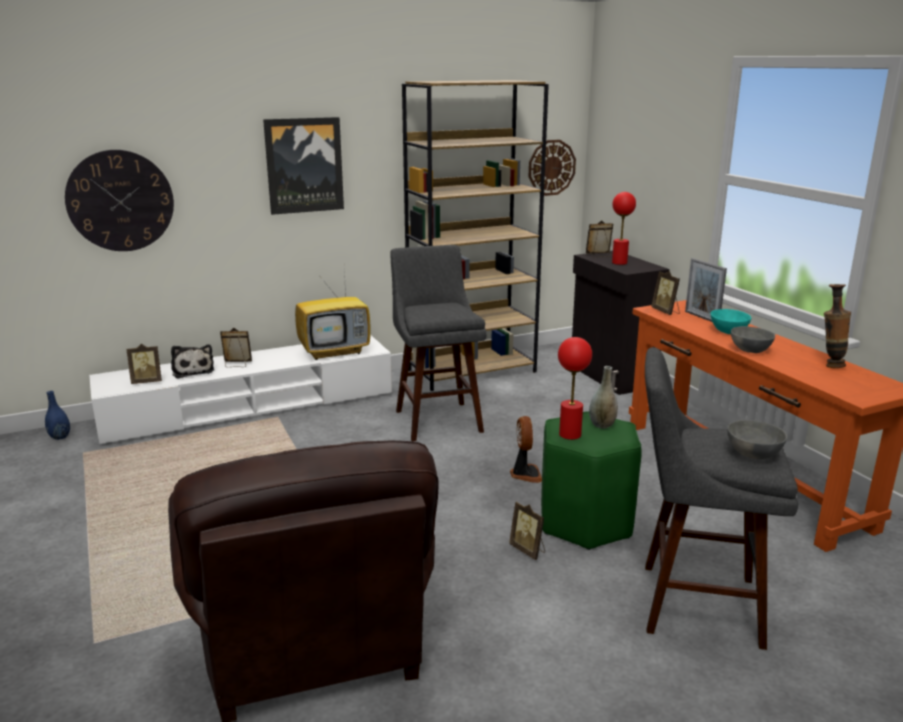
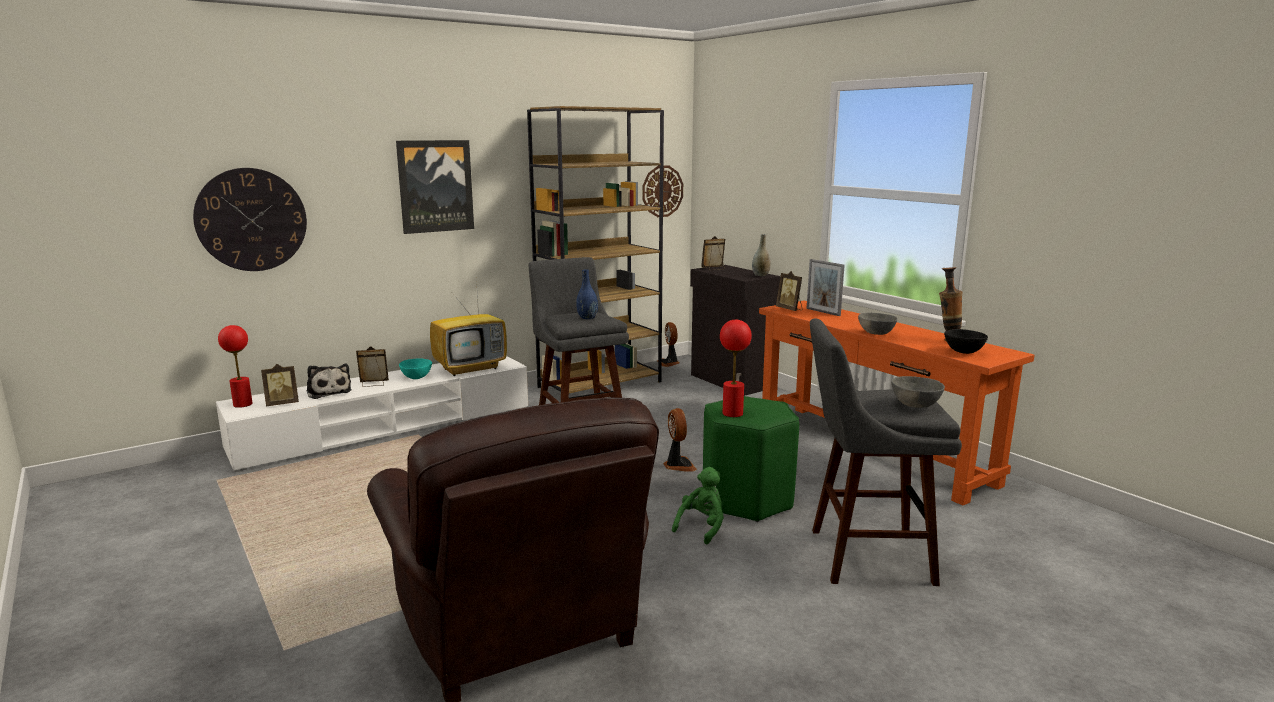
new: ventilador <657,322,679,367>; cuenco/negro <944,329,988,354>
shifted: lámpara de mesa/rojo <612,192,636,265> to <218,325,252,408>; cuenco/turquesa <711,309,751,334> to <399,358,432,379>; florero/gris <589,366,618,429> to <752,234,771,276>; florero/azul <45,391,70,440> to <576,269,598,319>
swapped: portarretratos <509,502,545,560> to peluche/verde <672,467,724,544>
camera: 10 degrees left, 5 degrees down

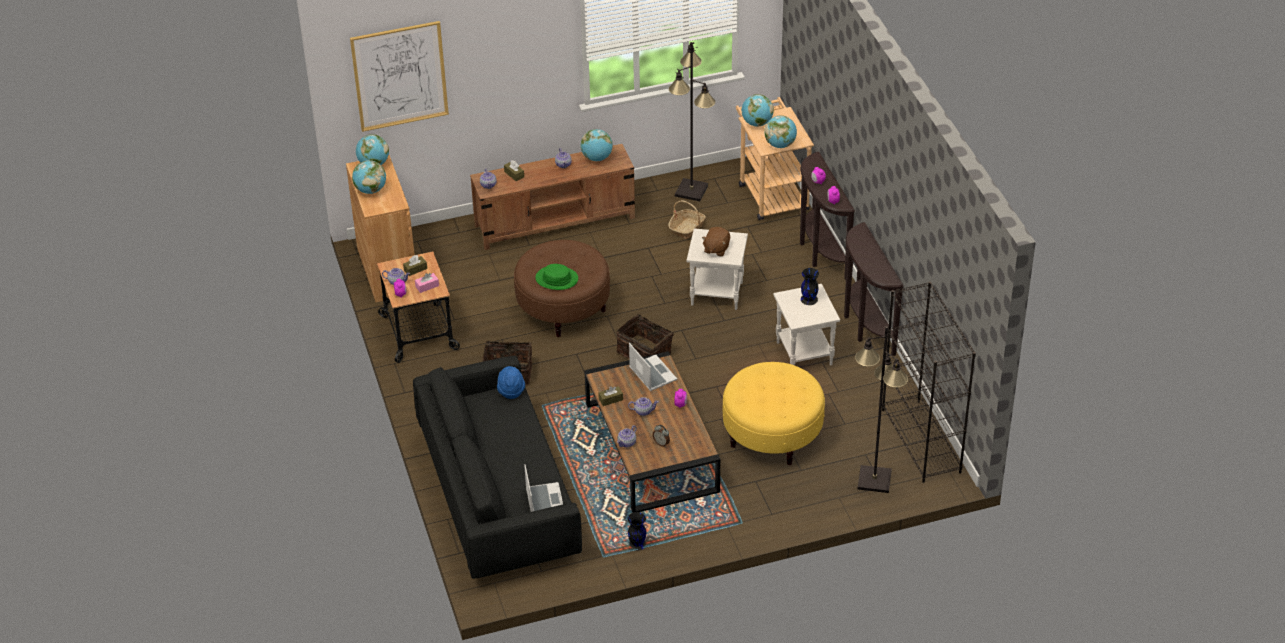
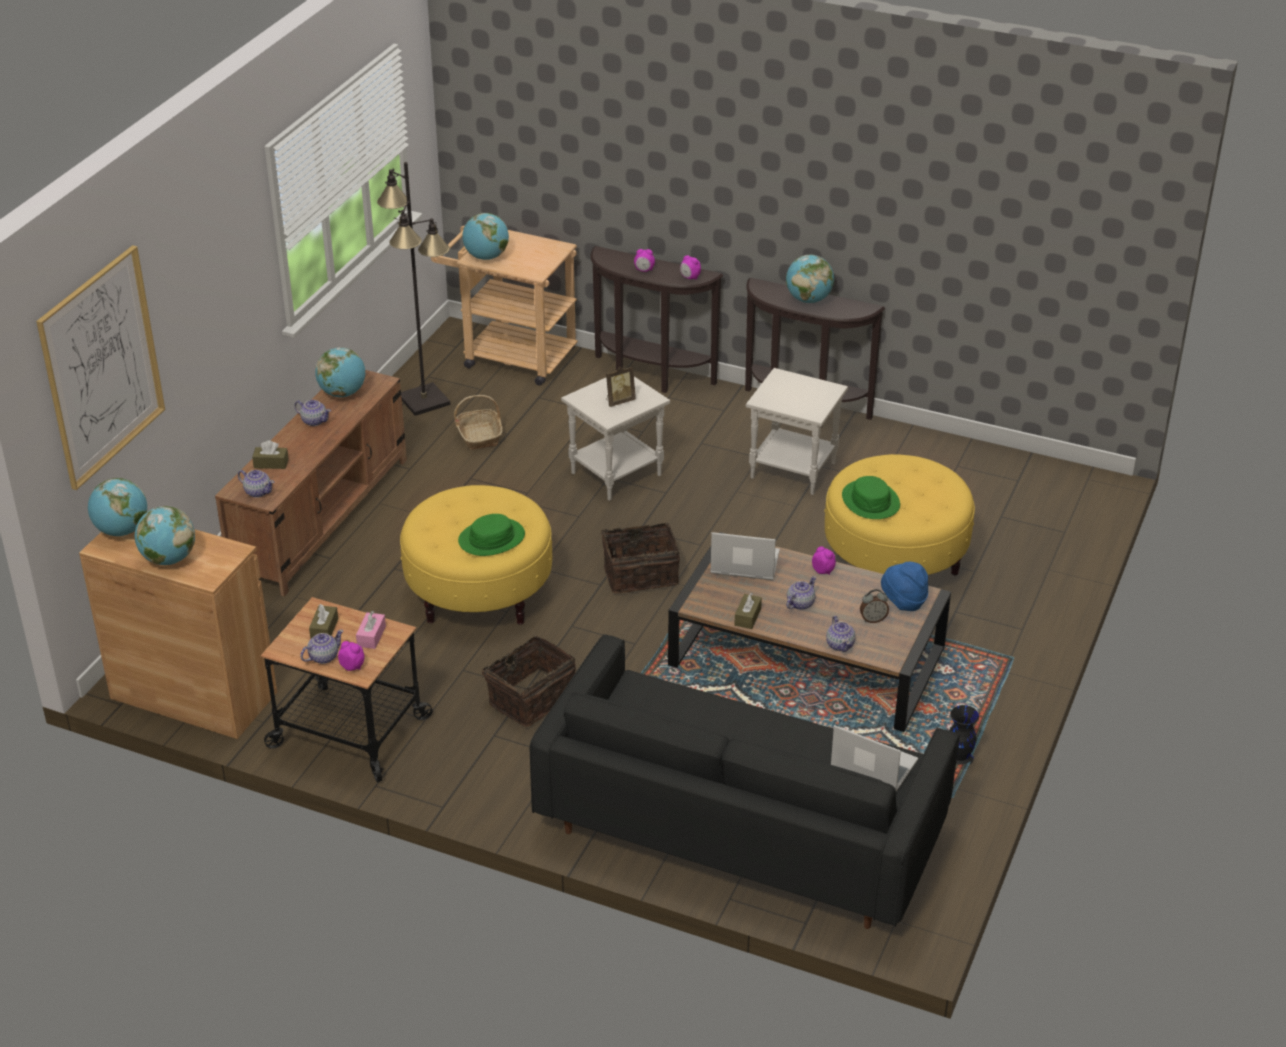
gone: florero/negro <801,268,819,305>; estantería/negro <882,282,976,483>; lámpara de pie/negro <855,326,908,493>
new: sombrero/verde <842,476,900,519>
shifted: globo terráqueo <764,116,797,148> to <786,255,834,303>; sombrero/azul <497,366,525,399> to <881,562,928,611>
swapped: peluche/marrón <702,227,730,257> to portarretratos <606,366,636,407>
repainted: puf/marrón <514,240,610,337> to puf/amarillo <400,485,552,625>
camera: 50 degrees left, 5 degrees down

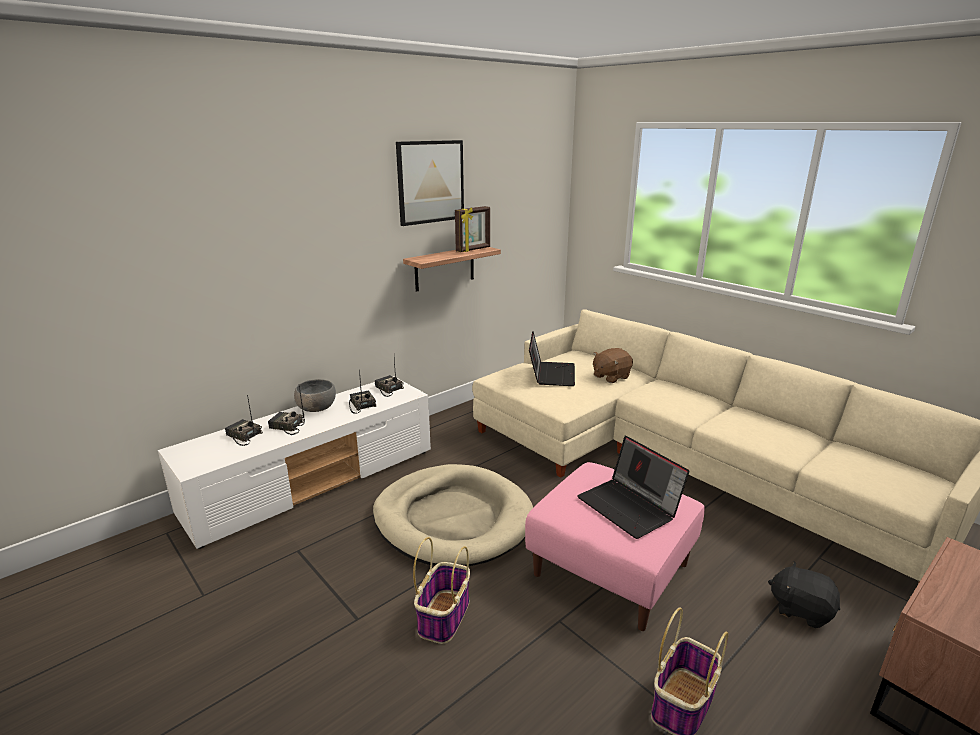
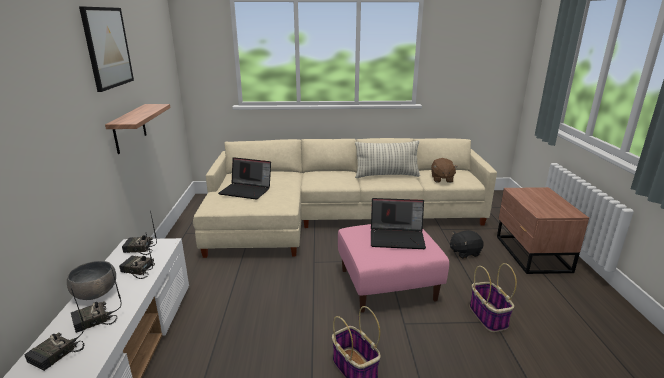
gone: portarretratos <455,206,490,252>; cama para perro/beis <373,464,533,566>
new: cojín <355,141,420,178>
shifted: peluche/marrón <593,348,633,383> to <431,158,458,183>
rotated: portátil <529,331,575,386> = <218,157,271,200> 150 degrees clockwise; radio <225,395,263,446> = <24,288,85,371> 45 degrees counterclockwise
camera: 50 degrees left, 0 degrees up

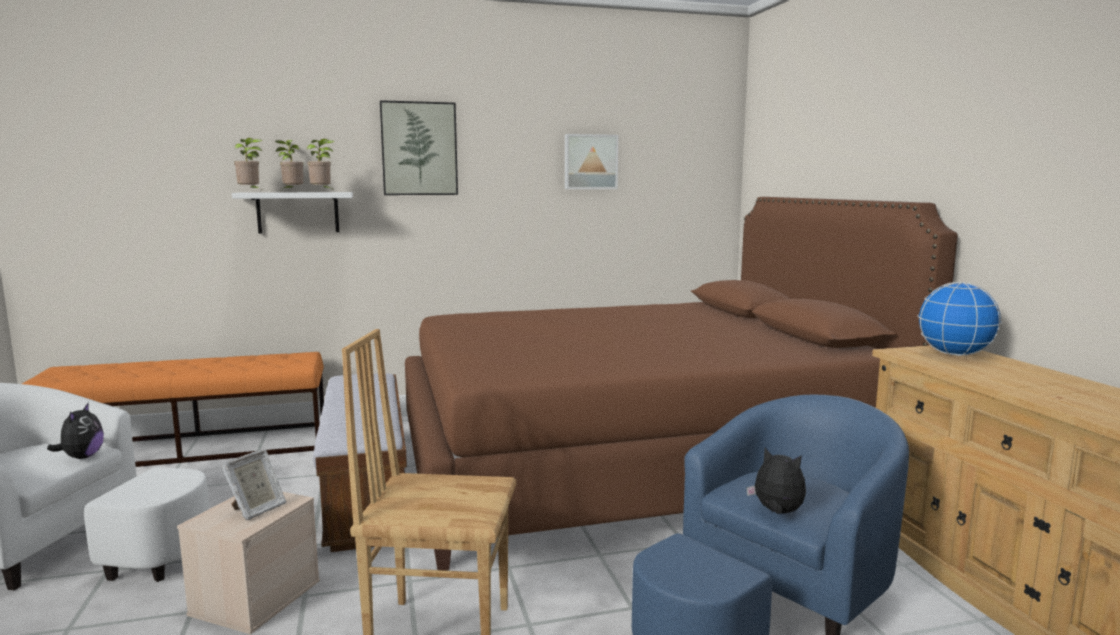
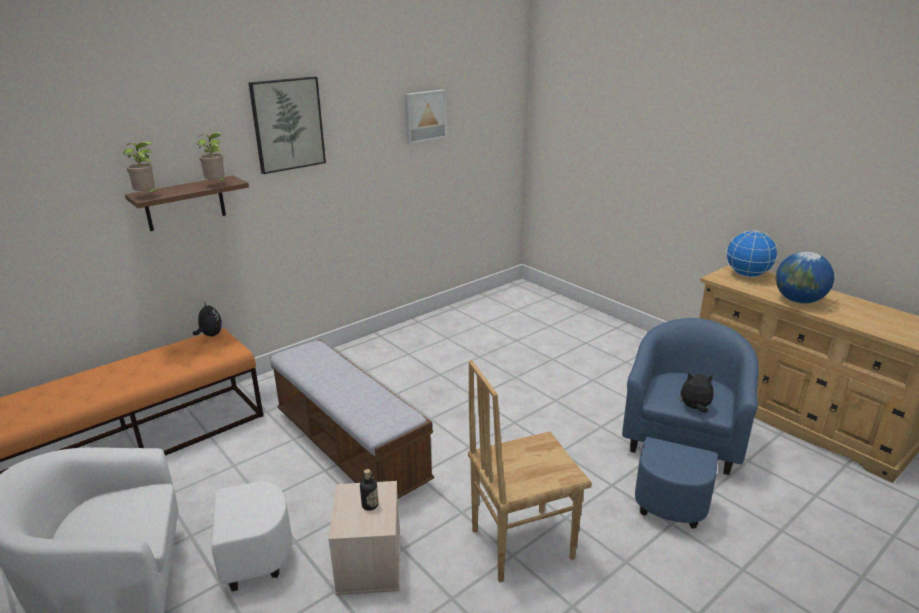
gone: planta en maceta <275,140,304,191>; cama/marrón <405,197,958,571>
new: globo terráqueo <776,252,834,304>
shifted: peluche <47,402,104,459> to <193,301,222,337>
swapped: portarretratos <221,449,286,520> to botella <360,469,378,511>
repainted: estante/blanco <232,192,353,234> to estante/marrón <125,175,249,231>
camera: 25 degrees left, 15 degrees up

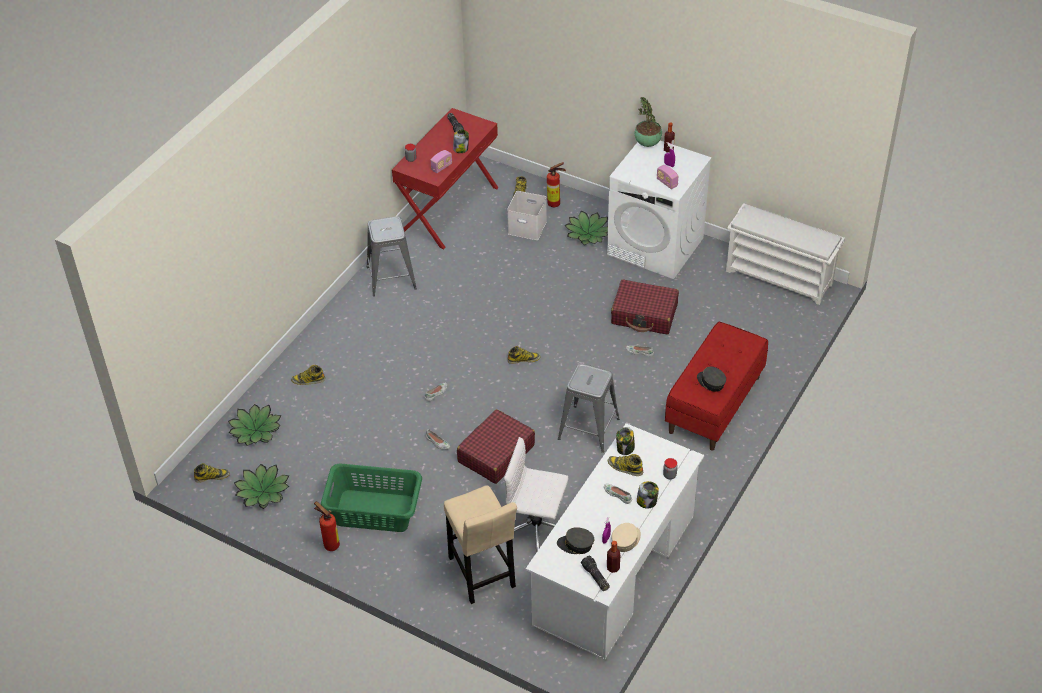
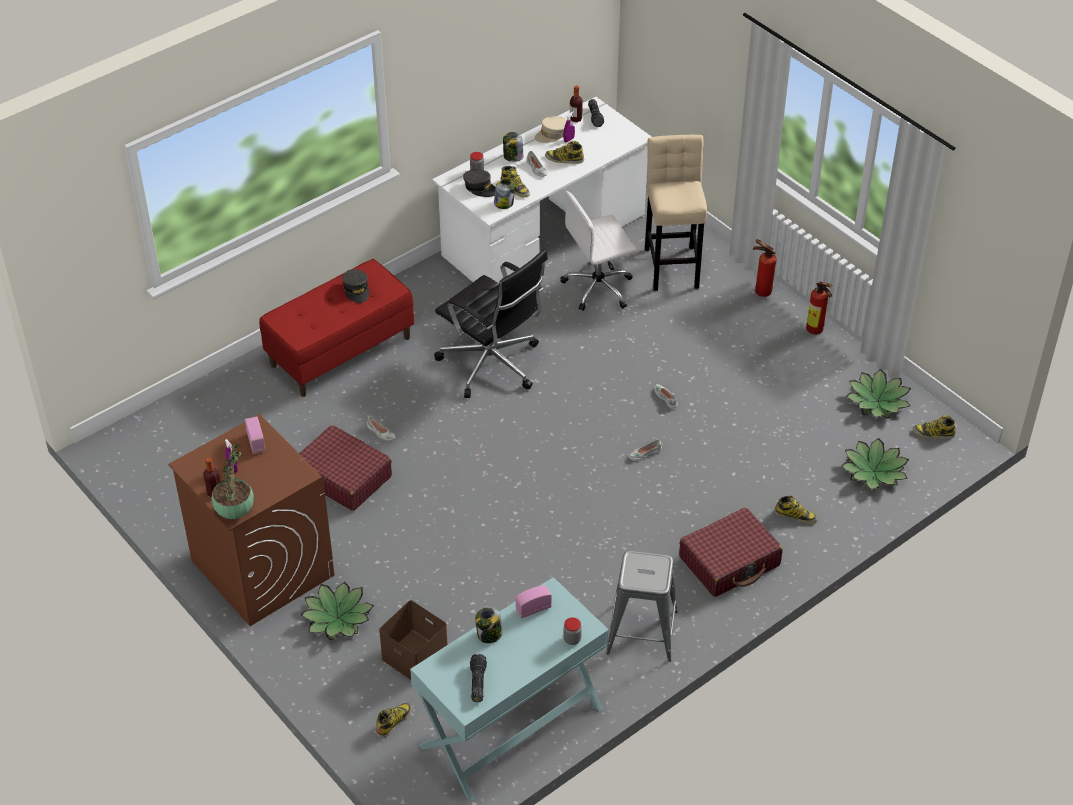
gone: zapatero/blanco <726,203,845,305>; cesto de la ropa/verde <321,463,422,532>
shifted: extintor <547,162,566,207> to <753,239,777,297>; bota <507,346,541,364> to <545,141,584,164>; maleta/rojo <457,409,535,484> to <679,507,783,597>; gorra/gris <557,527,594,554> to <463,169,495,197>
swapped: taburete/gris <558,364,619,453> to silla de oficina/negro <434,249,548,398>
repainted: mesa consola/rojo <392,108,499,249> to mesa consola/turquesa <410,577,609,801>; lavadora/blanco <607,141,712,279> to lavadora/marrón <168,414,335,626>; caja de almacenaje/blanco <507,191,547,240> to caja de almacenaje/marrón <379,600,447,680>
rotated: silla de oficina/blanco <504,437,569,553> = <560,191,637,311> 120 degrees clockwise
camera: 160 degrees left, 0 degrees up

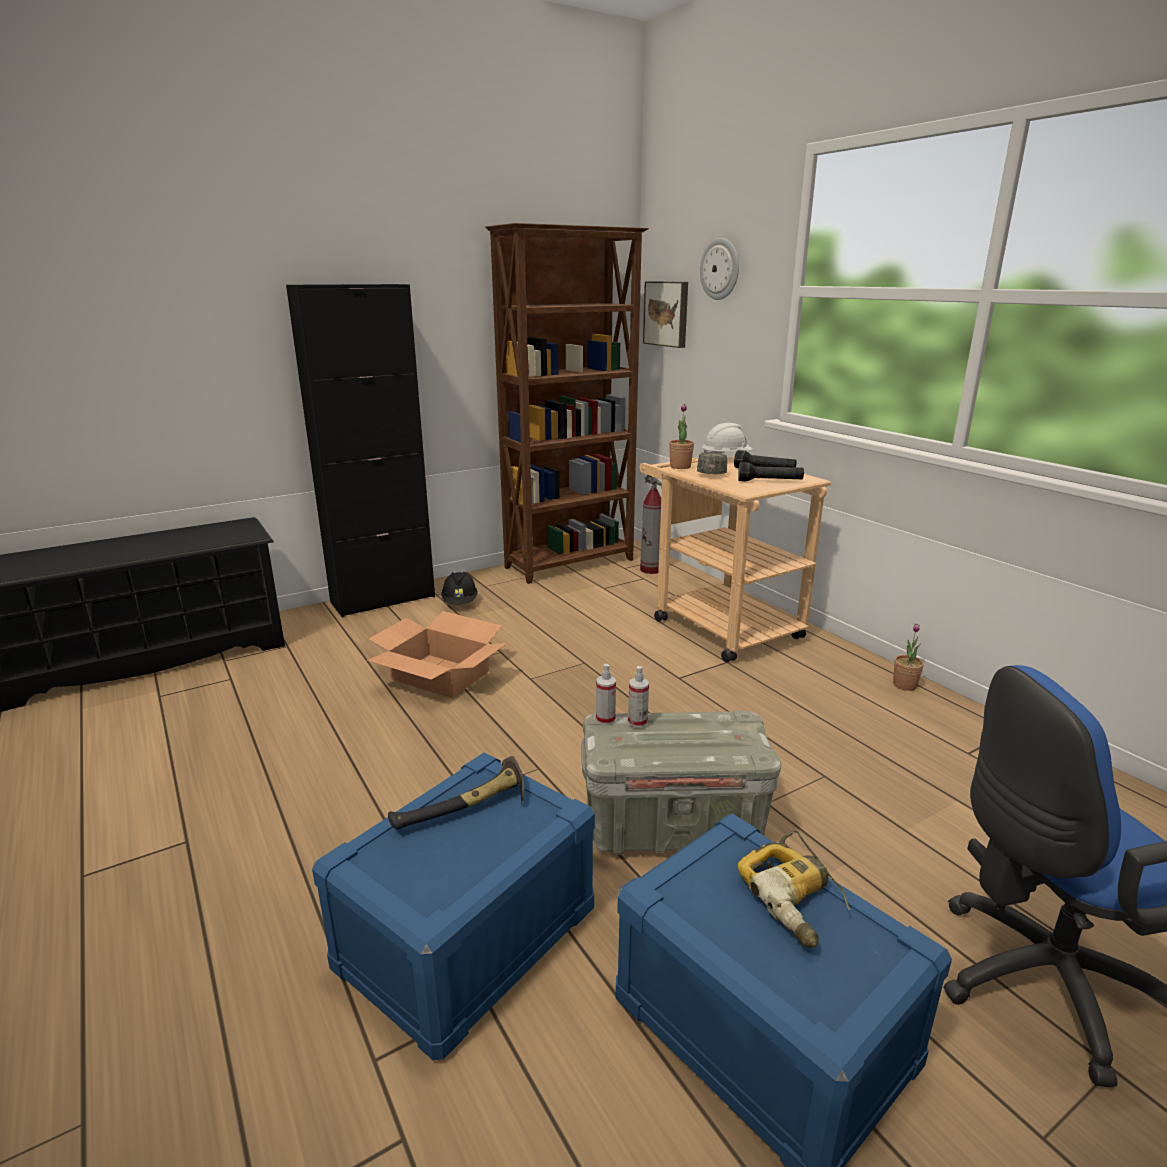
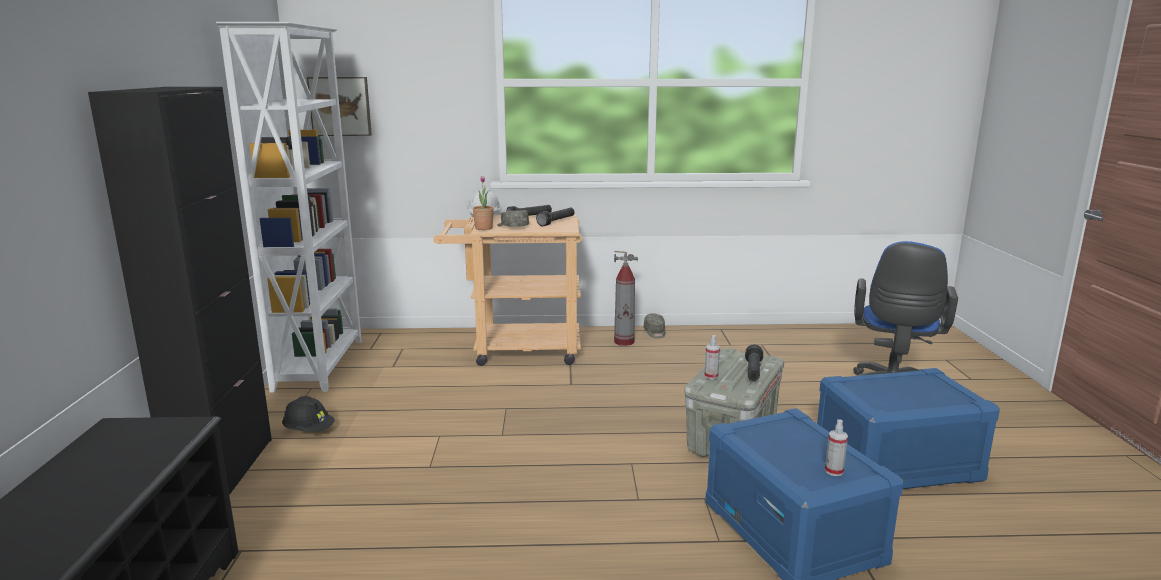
gone: reloj de pared <700,238,739,300>; caja de cartón <367,611,507,698>; martillo <388,756,524,830>; taladro <737,831,850,948>
new: linterna/negro <745,345,763,381>
shifted: extintor <640,475,662,574> to <614,251,638,346>; pulverizador <596,664,616,725> to <825,419,848,476>
swapped: planta en maceta <893,624,924,691> to gorra/gris <644,313,665,338>
repainted: estantería/marrón <485,223,649,584> to estantería/blanco <216,22,362,393>
camera: 60 degrees left, 5 degrees down

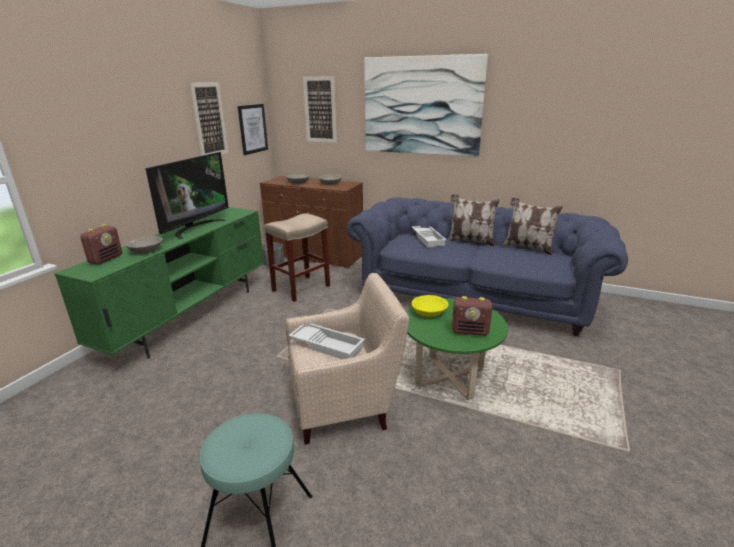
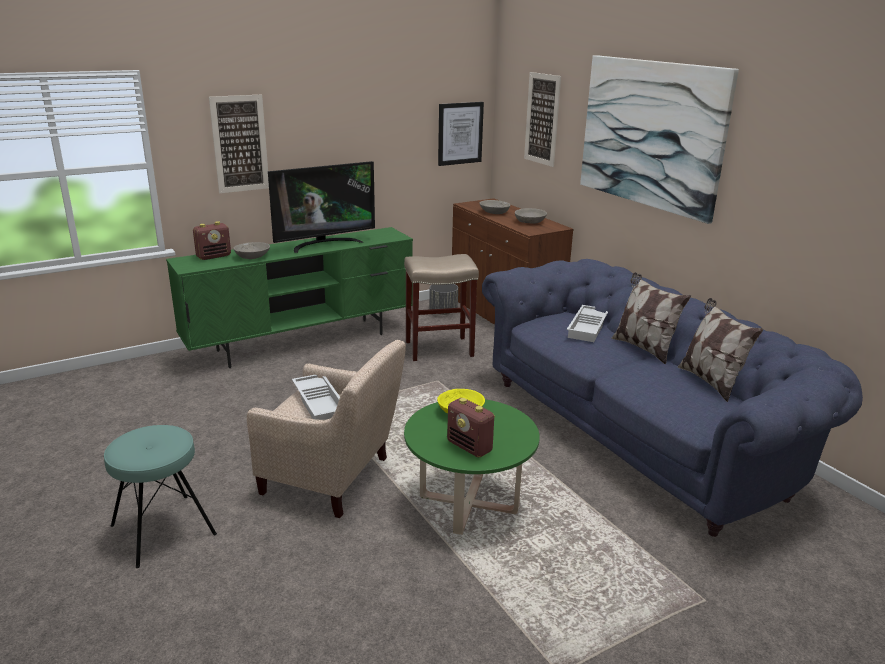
shifted: cuadro <190,82,228,156> to <209,94,269,193>
camera: 35 degrees right, 0 degrees up

